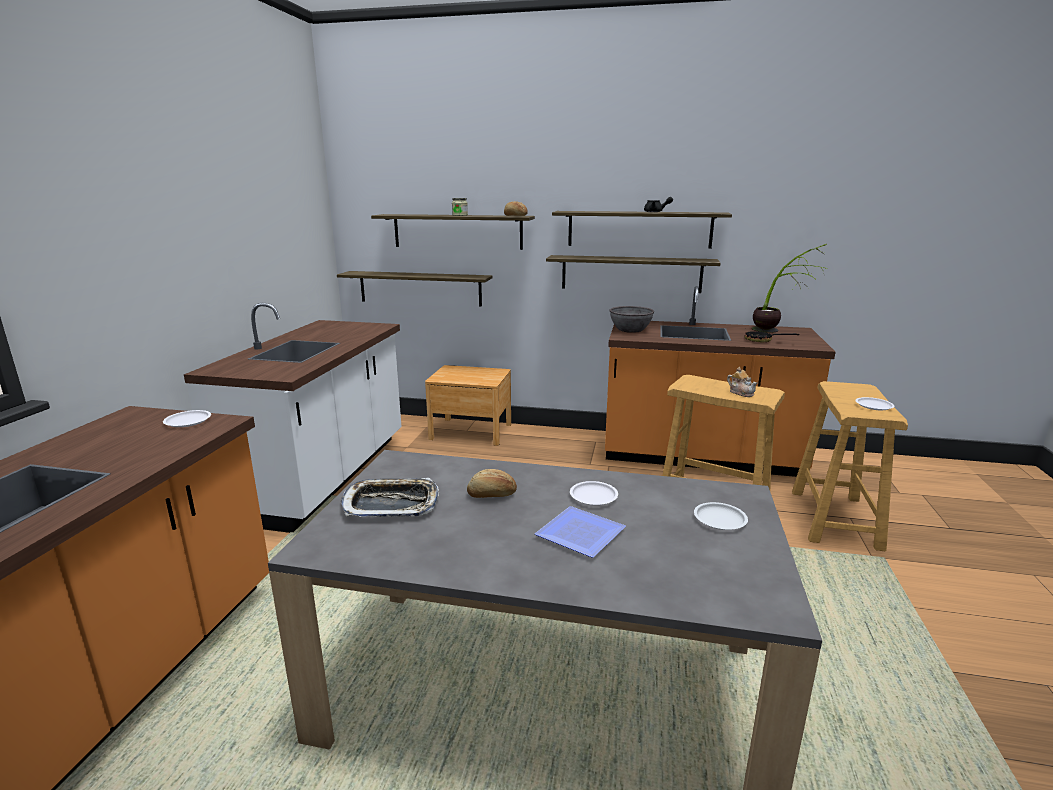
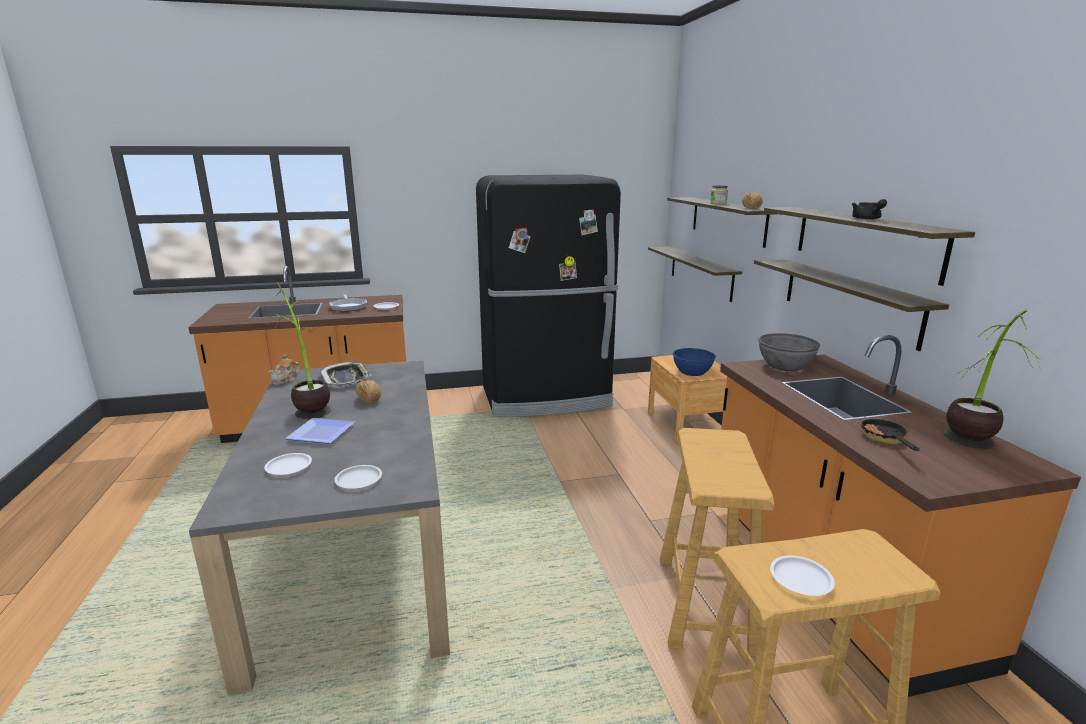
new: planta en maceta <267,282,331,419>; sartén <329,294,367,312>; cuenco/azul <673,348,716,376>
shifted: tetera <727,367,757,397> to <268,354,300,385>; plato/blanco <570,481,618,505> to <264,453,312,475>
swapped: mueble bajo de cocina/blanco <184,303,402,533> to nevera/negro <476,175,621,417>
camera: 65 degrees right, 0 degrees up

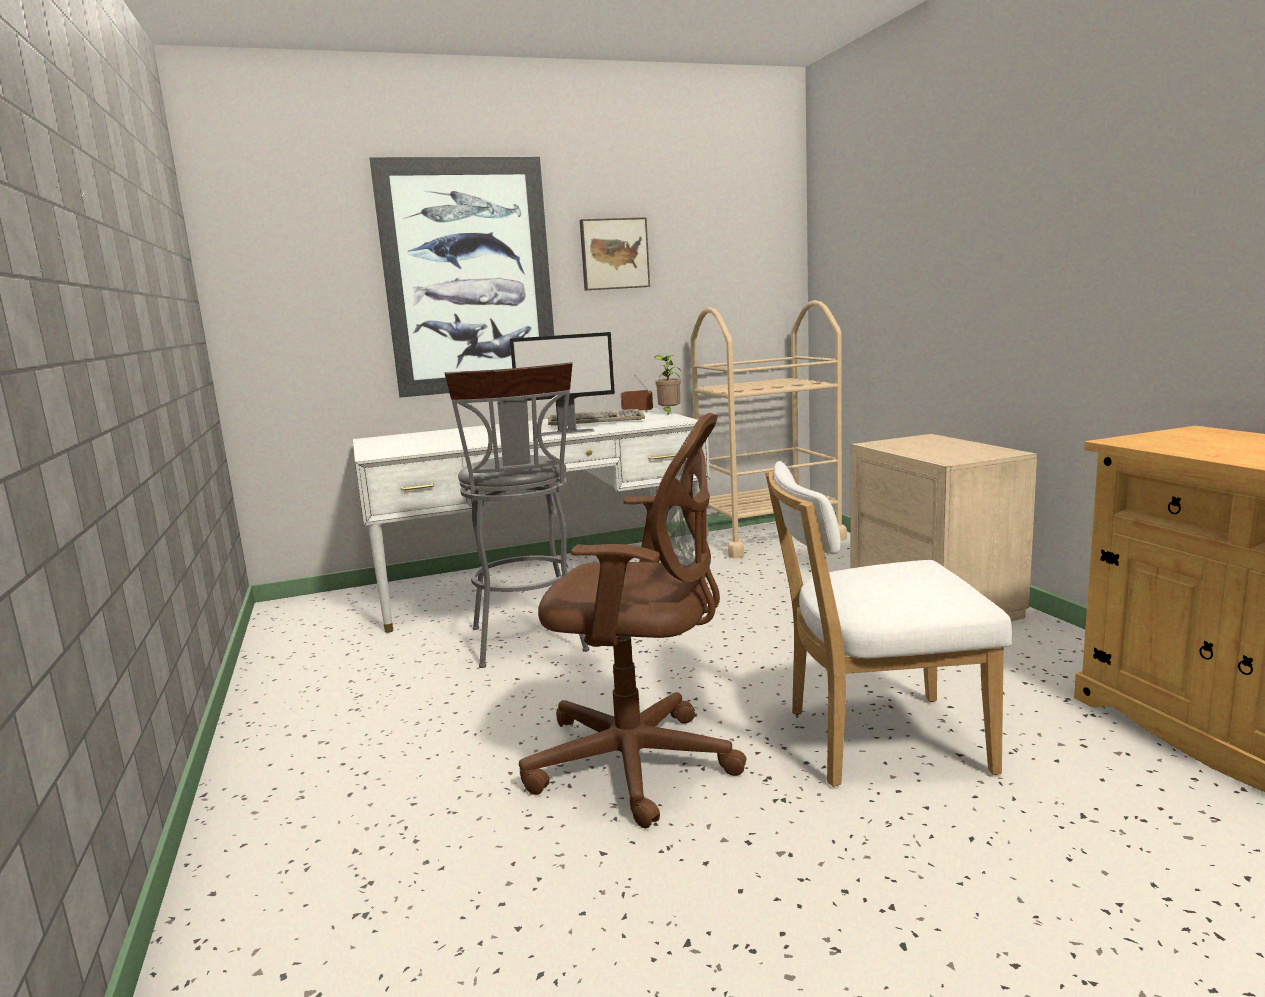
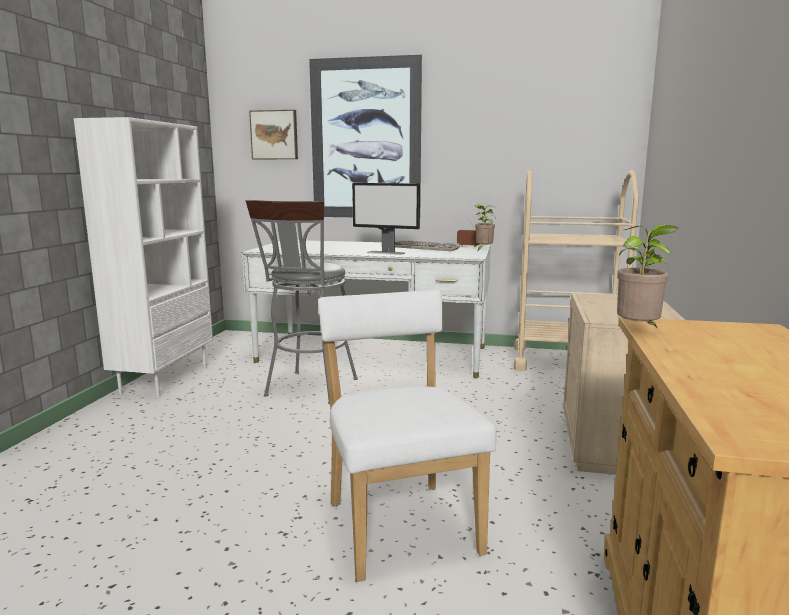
gone: silla de oficina/marrón <519,413,747,829>
new: estantería/blanco <74,117,213,398>; planta en maceta <617,225,678,327>
shifted: cuadro <580,217,650,290> to <249,110,298,159>
rotated: silla/blanco <765,461,1012,787> = <318,290,496,582> 45 degrees clockwise
camera: 30 degrees right, 0 degrees up

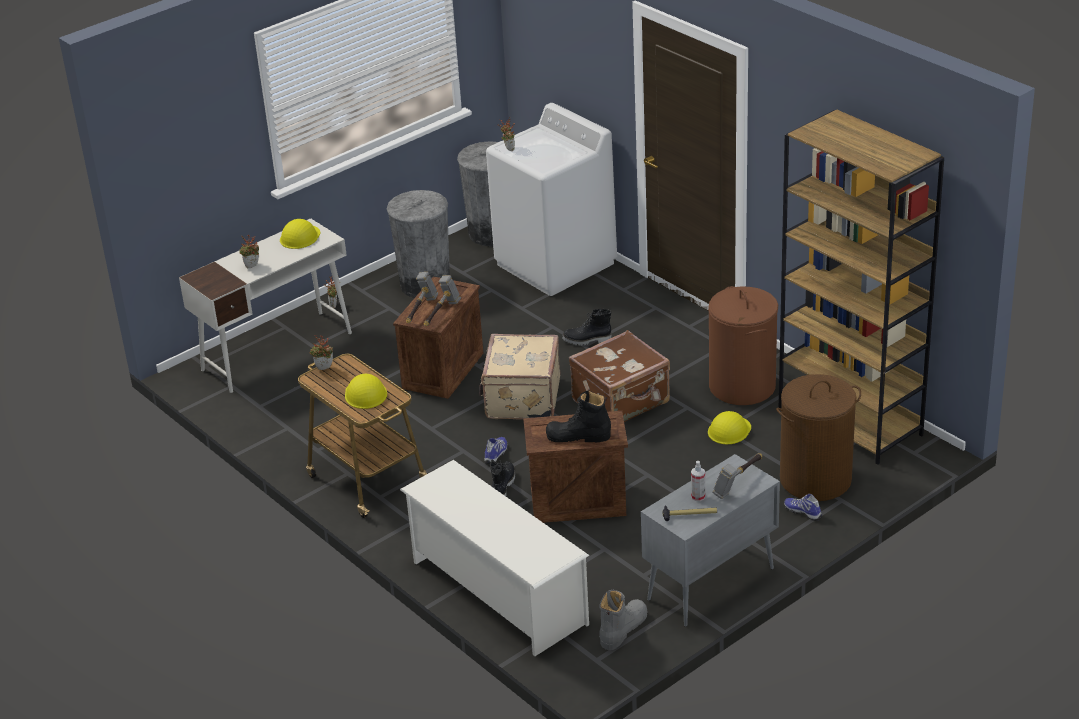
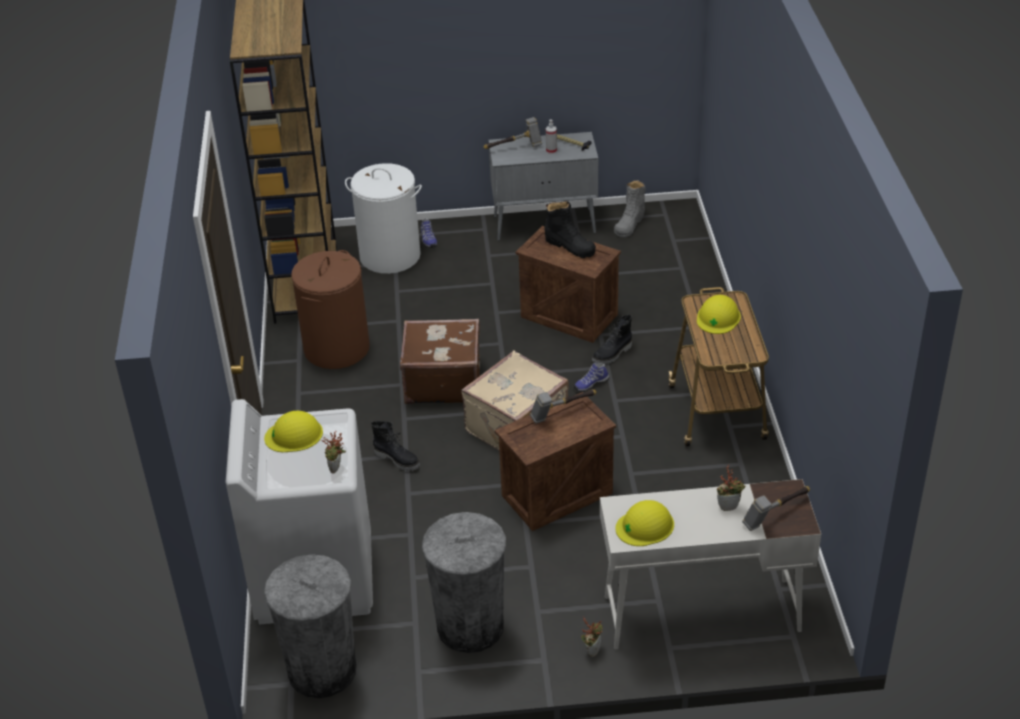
gone: planta en maceta <309,335,333,370>; zapatero/blanco <400,460,589,656>
shifted: martillo <406,272,438,323> to <742,486,810,531>; casco/amarillo <708,411,751,444> to <264,411,323,452>
repainted: cesto de la ropa/marrón <776,374,861,501> to cesto de la ropa/blanco <345,163,422,274>
rotated: bota/gris <599,589,647,650> = <614,180,646,237> 45 degrees counterclockwise
camera: 145 degrees left, 5 degrees up

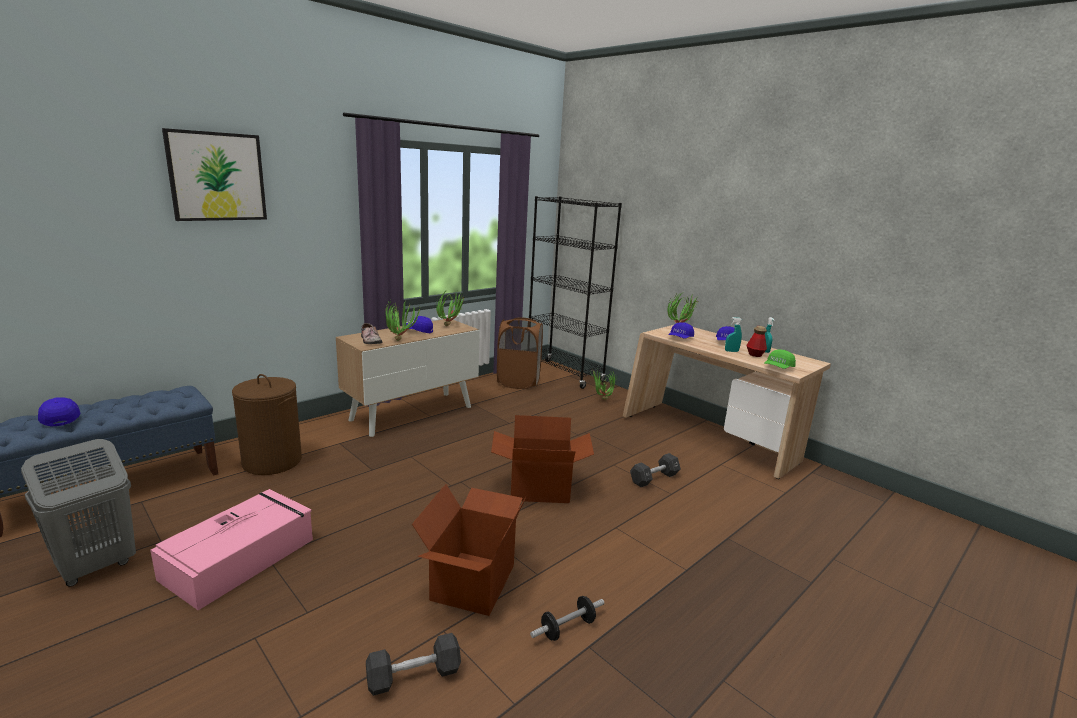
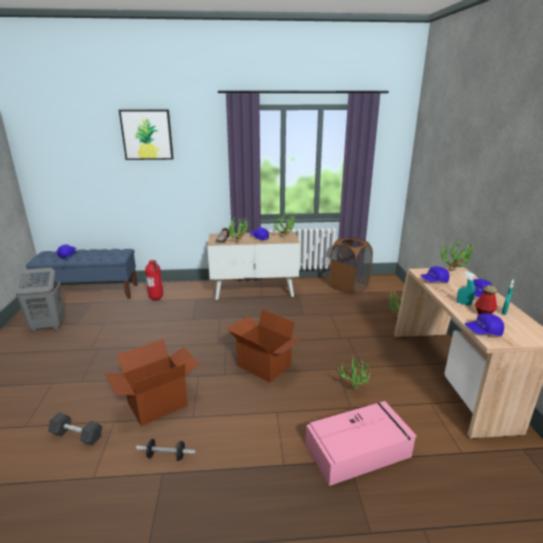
gone: estantería/negro <529,196,622,389>
shifted: caja de almacenaje/rosa <150,489,313,610> to <305,401,417,486>
swapped: cesto de la ropa/marrón <232,374,302,475> to extintor <145,260,163,300>; mancuerna/negro <630,453,681,487> to planta en maceta <338,357,371,389>
repainted: gorra/verde <764,350,796,369> to gorra/azul <465,313,504,336>
camera: 40 degrees right, 5 degrees up

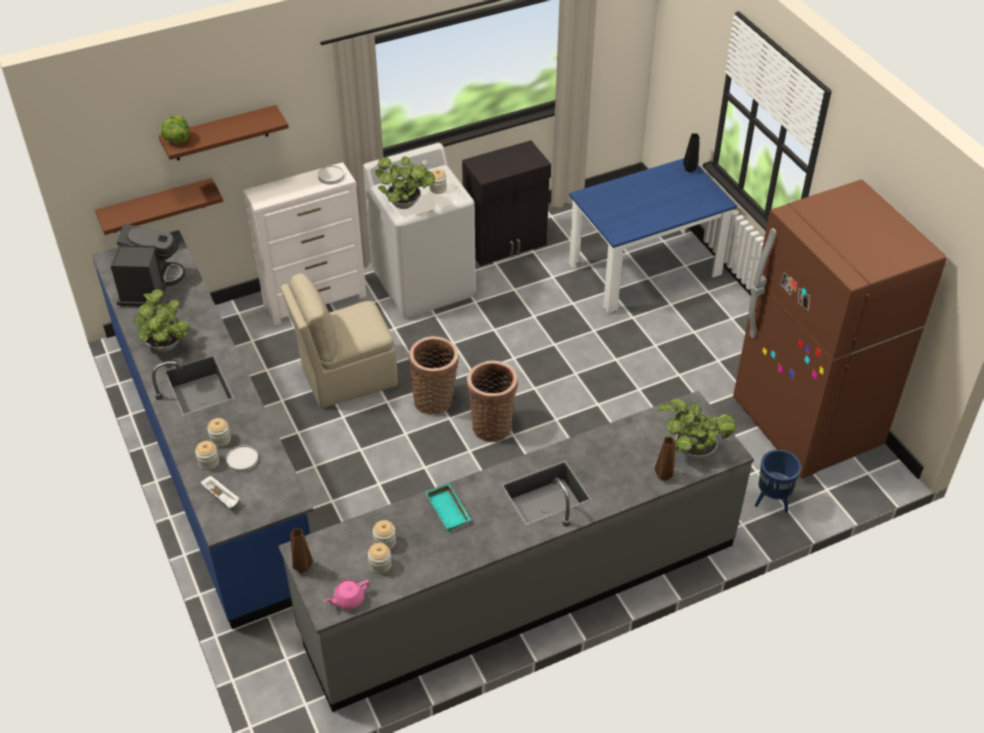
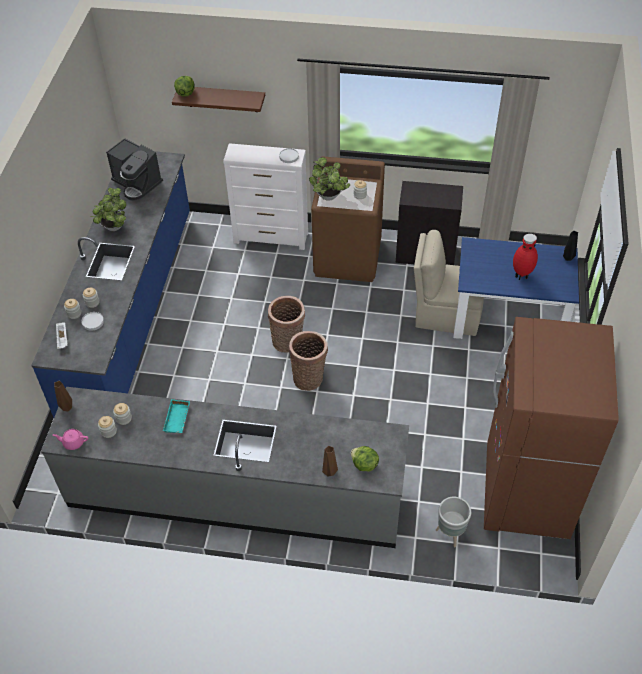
gone: estante/marrón <95,178,223,235>
new: florero/rojo <513,234,538,280>
shifted: silla/beis <281,273,398,408> to <414,230,484,336>
swapped: planta en maceta <658,398,736,459> to lechuga <351,446,379,471>
repainted: lavadora/blanco <363,143,476,319> to lavadora/marrón <311,156,385,282>; maceta/azul <755,450,801,513> to maceta/gris <436,497,471,548>
rotated: cafetera <111,224,185,307> = <106,138,163,201> 90 degrees clockwise
camera: 35 degrees right, 5 degrees up

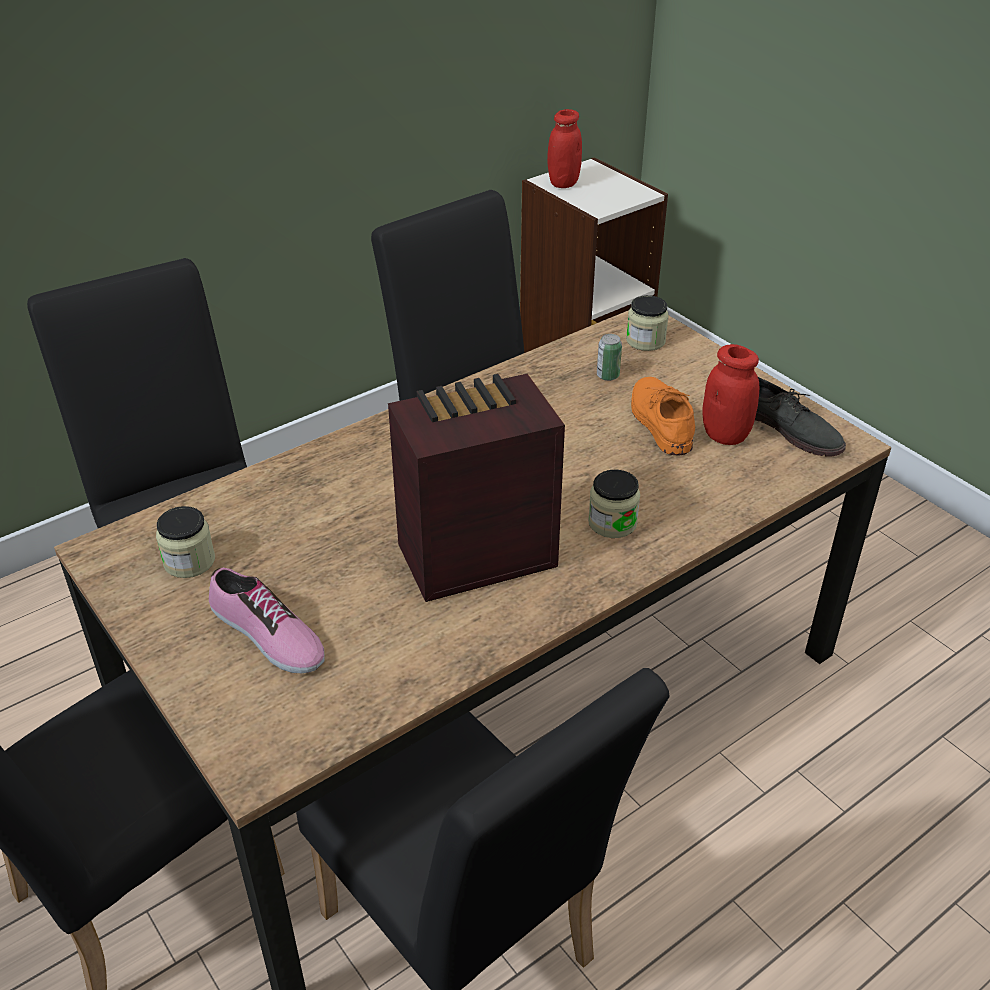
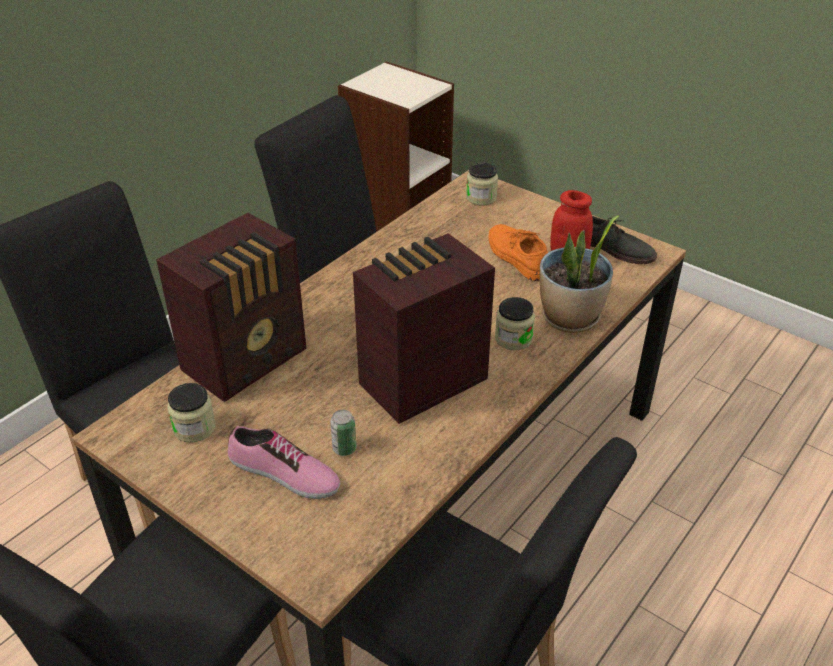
gone: tarro/rojo <547,109,582,188>
new: radio <156,213,306,402>; planta en maceta <540,216,619,333>
shifted: lata <597,334,622,381> to <330,410,356,456>
camera: 15 degrees left, 0 degrees up

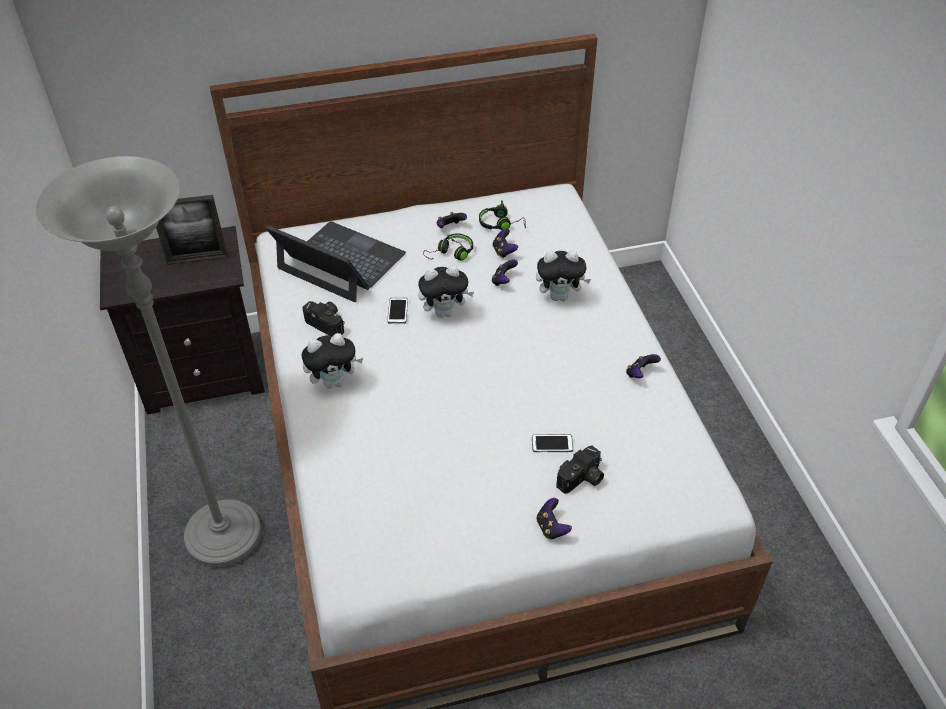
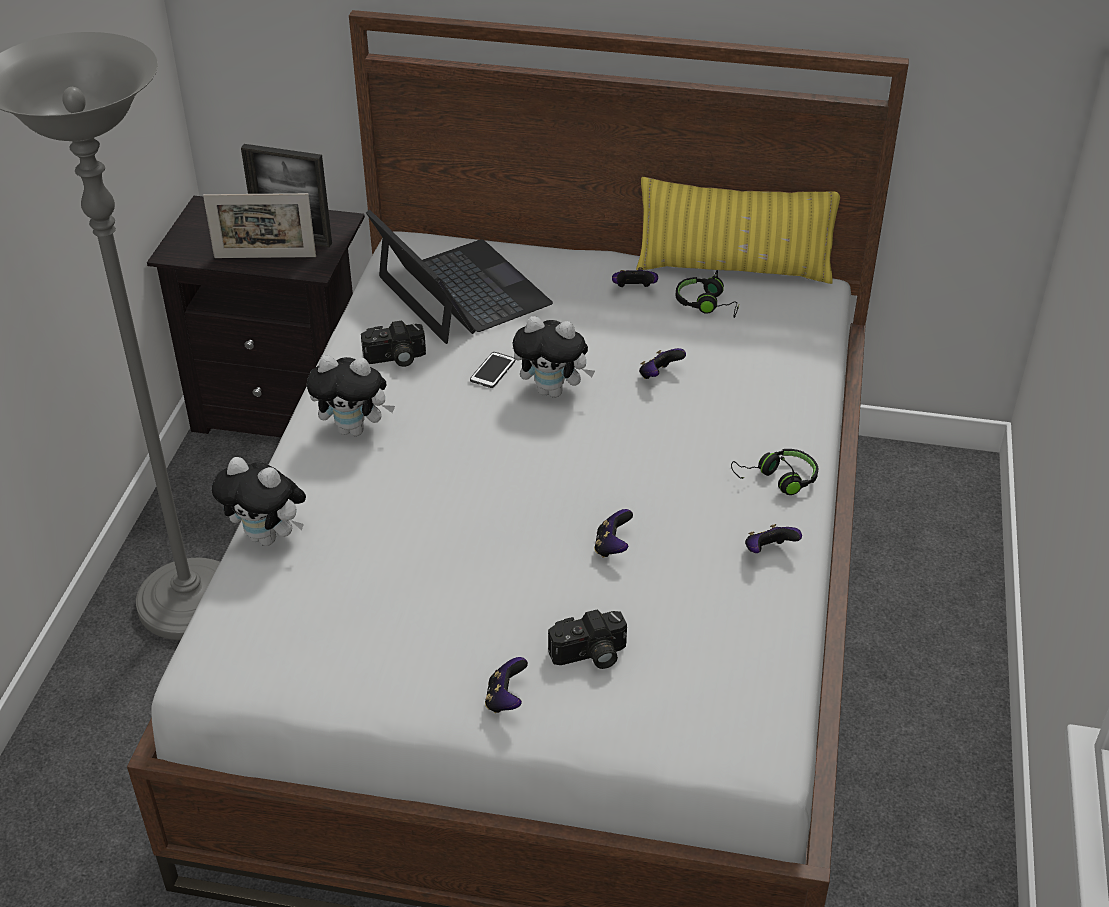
gone: móvil <532,434,573,452>
new: cojín/amarillo <636,177,840,284>; portarretratos <203,193,316,258>
shifted: mando de consola <493,228,518,258> to <594,509,633,558>; auriculares/negro <423,234,473,261> to <731,449,818,495>; peluche <536,250,591,301> to <212,457,306,546>
rotated: cámara <302,301,345,336> = <361,321,426,367> 105 degrees clockwise
camera: 25 degrees right, 5 degrees down

